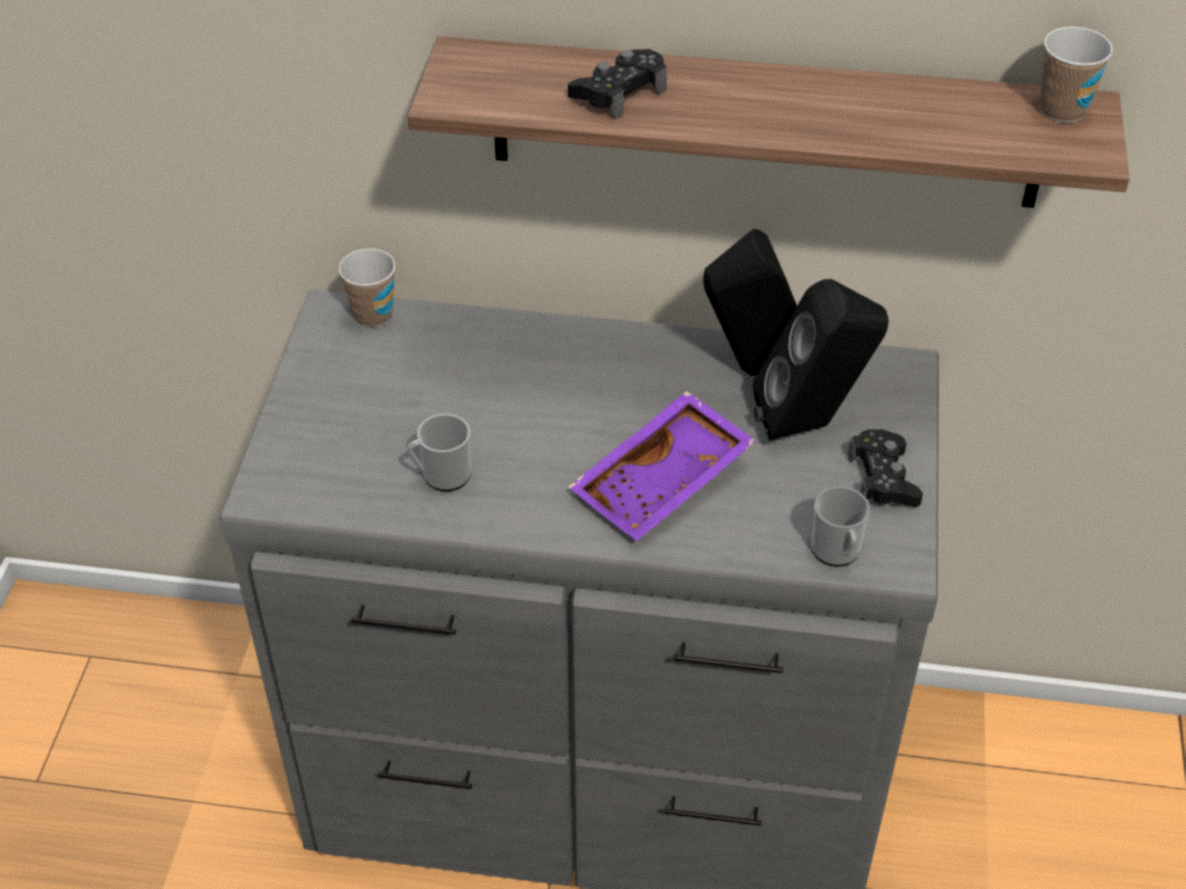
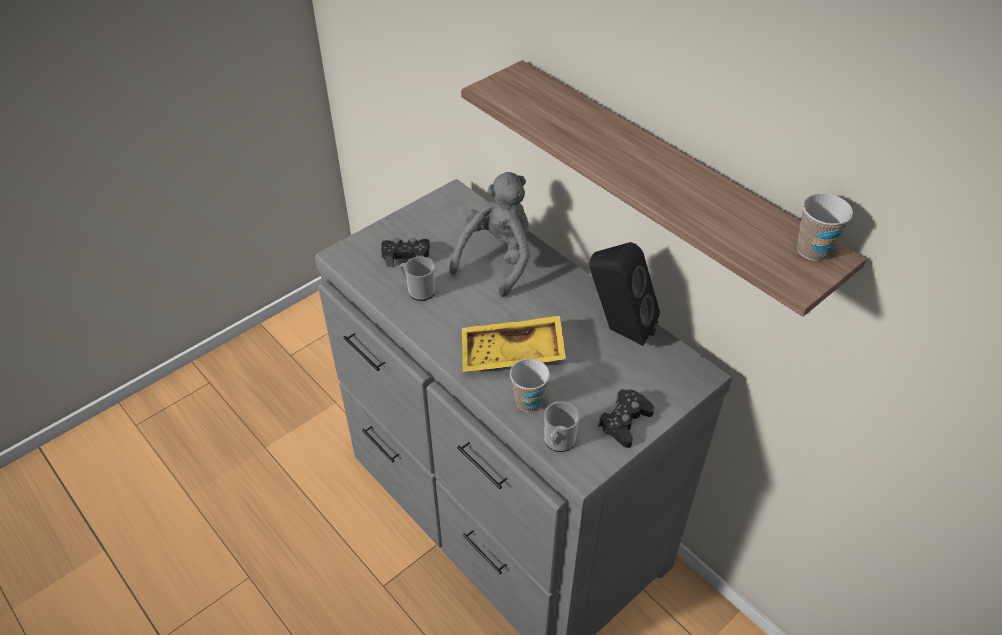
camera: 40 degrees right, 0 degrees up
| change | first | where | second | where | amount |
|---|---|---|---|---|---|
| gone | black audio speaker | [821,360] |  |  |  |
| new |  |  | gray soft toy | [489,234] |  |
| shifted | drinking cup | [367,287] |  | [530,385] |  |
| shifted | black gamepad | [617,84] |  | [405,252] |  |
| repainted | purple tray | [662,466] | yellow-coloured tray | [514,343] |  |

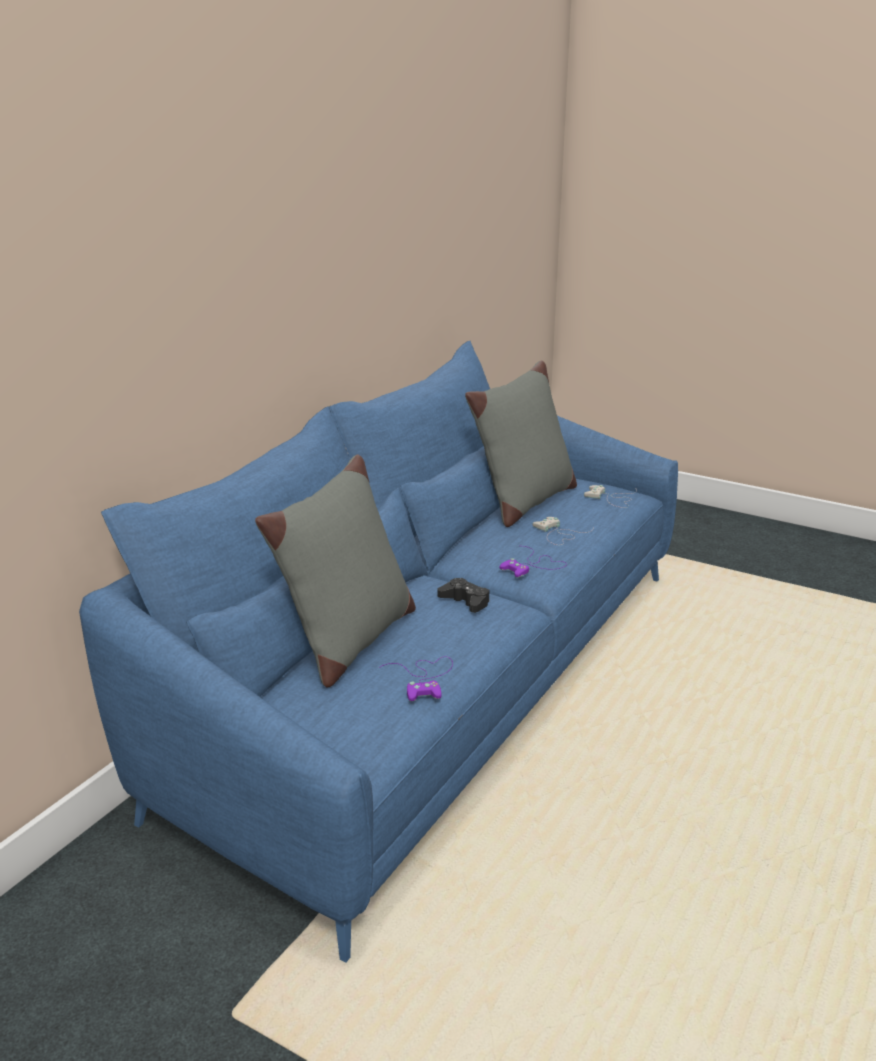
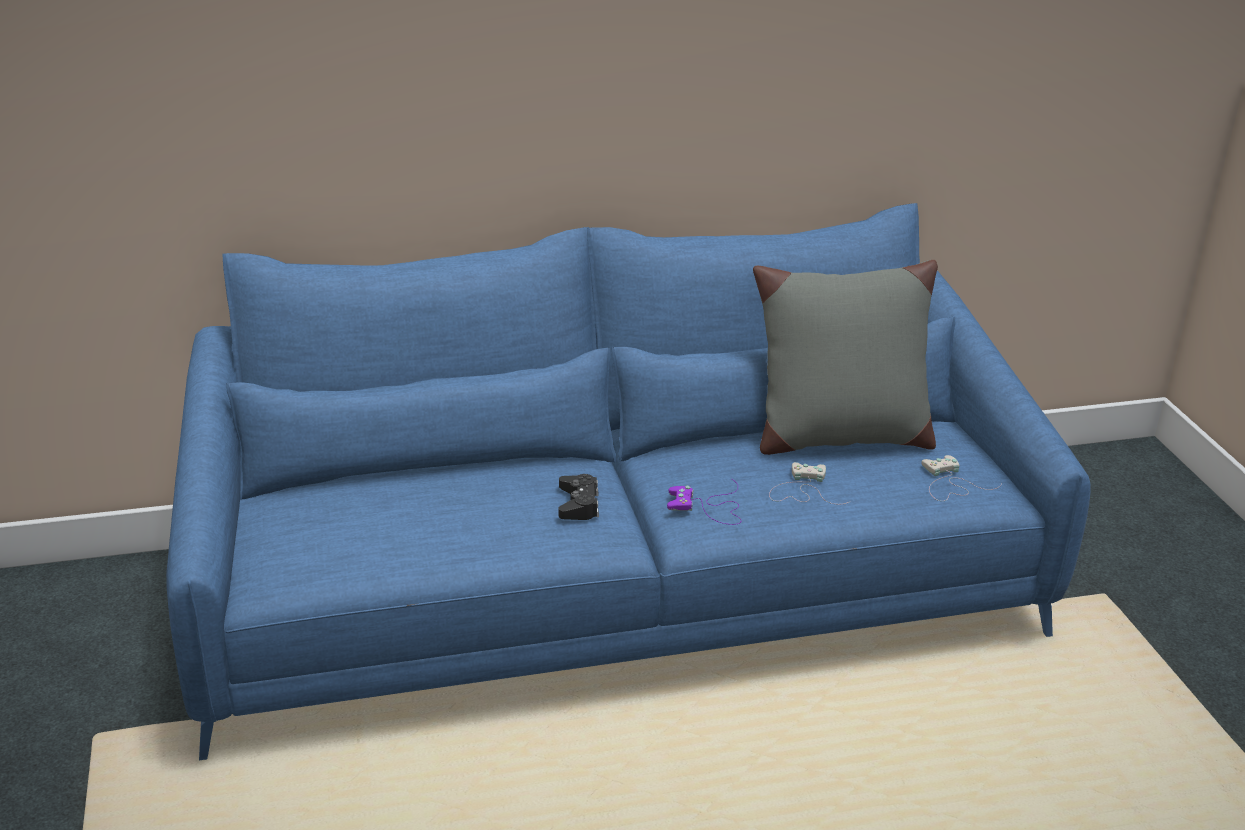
camera: 45 degrees right, 5 degrees up
| change | first | where | second | where | amount |
|---|---|---|---|---|---|
| gone | gray throw pillow | [335,571] |  |  |  |
| gone | purple gamepad | [416,679] |  |  |  |

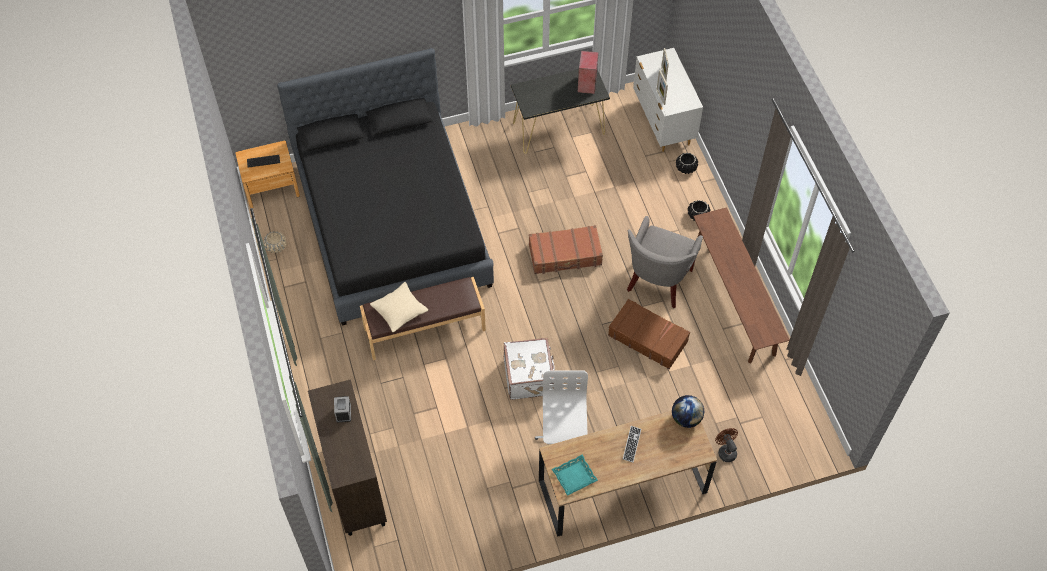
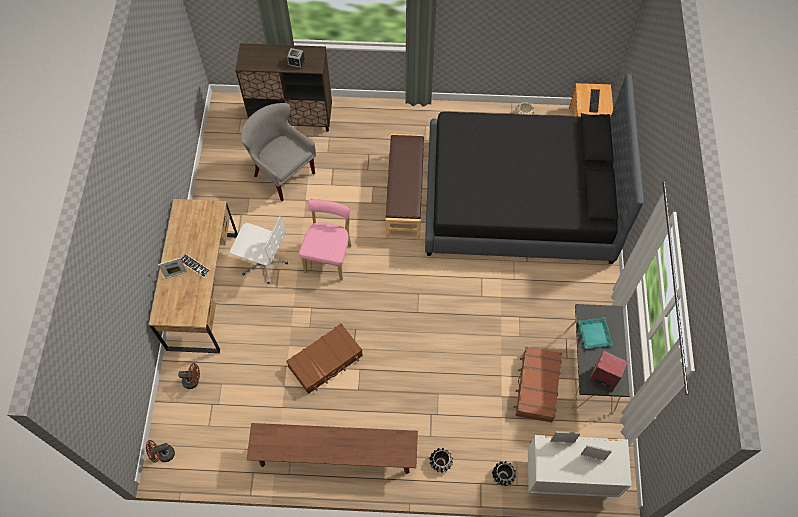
camera: 110 degrees right, 5 degrees up
| change | first | where | second | where | amount |
|---|---|---|---|---|---|
| gone | sand-coloured throw pillow | [399,307] |  |  |  |
| gone | desk globe | [688,411] |  |  |  |
| new |  |  | brown-coloured cooling fan | [160,451] |  |
| new |  |  | picture frame | [172,268] |  |
| shifted | brown-coloured travel case | [566,249] |  | [538,384] |  |
| shifted | turquoise-coloured tray | [575,475] |  | [595,333] |  |
| shifted | gray armchair | [665,262] |  | [278,152] |  |
| swapped | white travel case | [529,369] | pinkish chair | [325,239] |  |

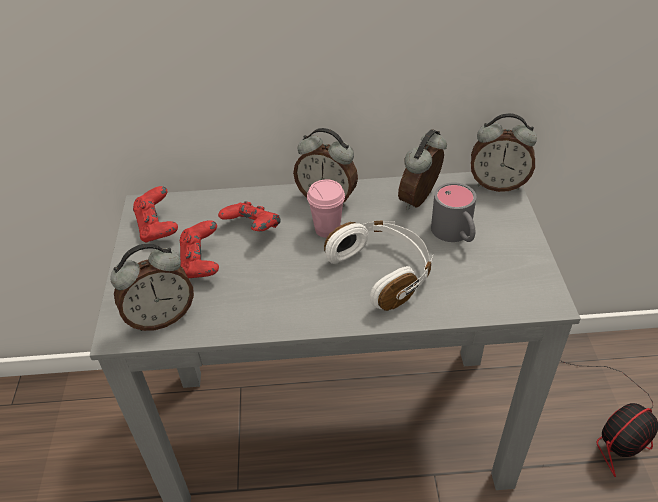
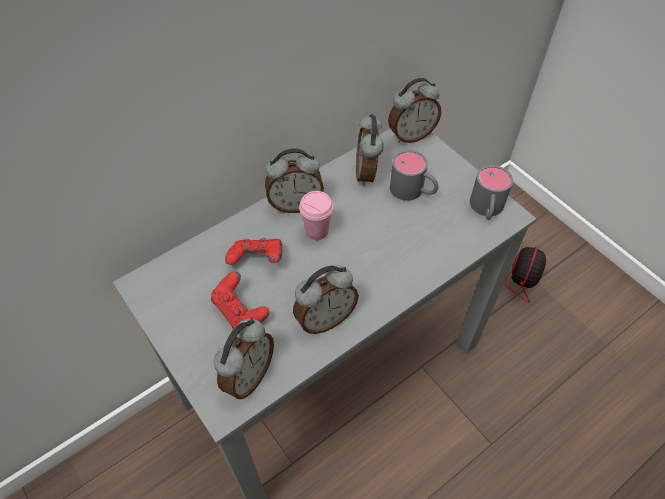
camera: 35 degrees left, 10 degrees up
| change | first | where | second | where | amount |
|---|---|---|---|---|---|
| gone | red-coloured gamepad | [155,214] |  |  |  |
| gone | white pair of headphones | [379,265] |  |  |  |
| new |  |  | alarm clock | [326,299] |  |
| new |  |  | gray tea mug | [491,192] |  |

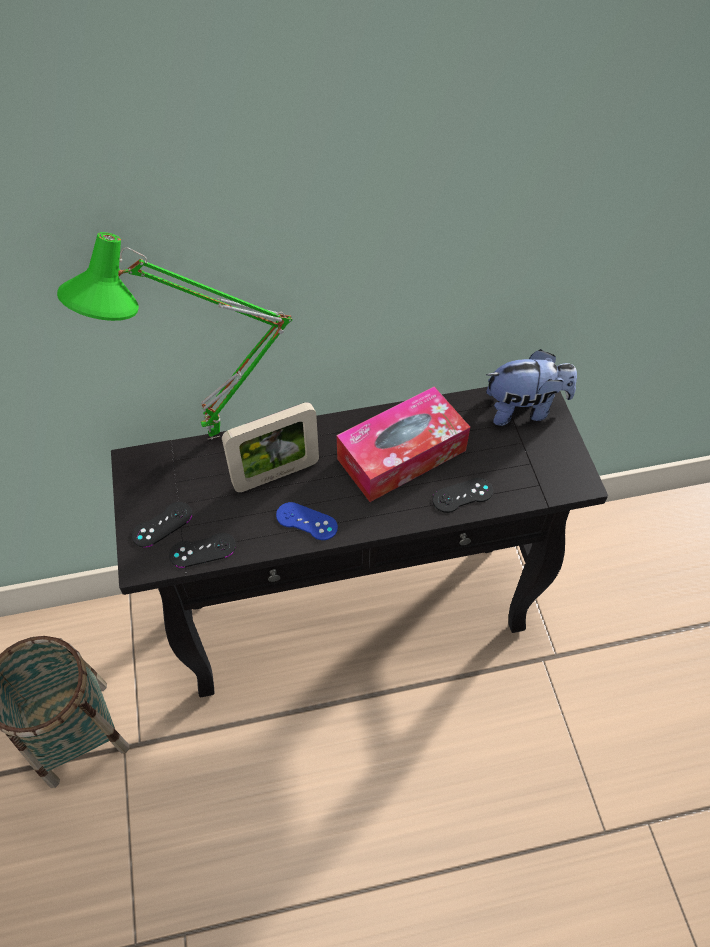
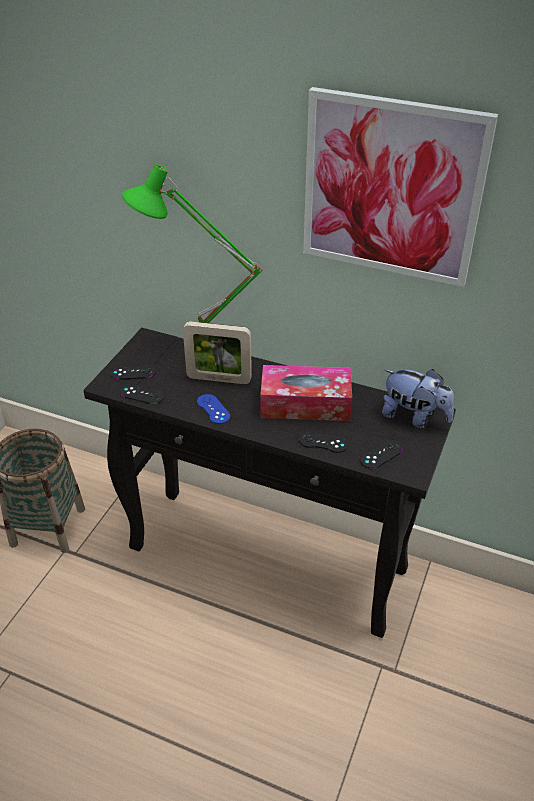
camera: 35 degrees right, 15 degrees down
| change | first | where | second | where | amount |
|---|---|---|---|---|---|
| new |  |  | wall art | [400,187] |  |
| new |  |  | black gamepad | [381,454] |  |

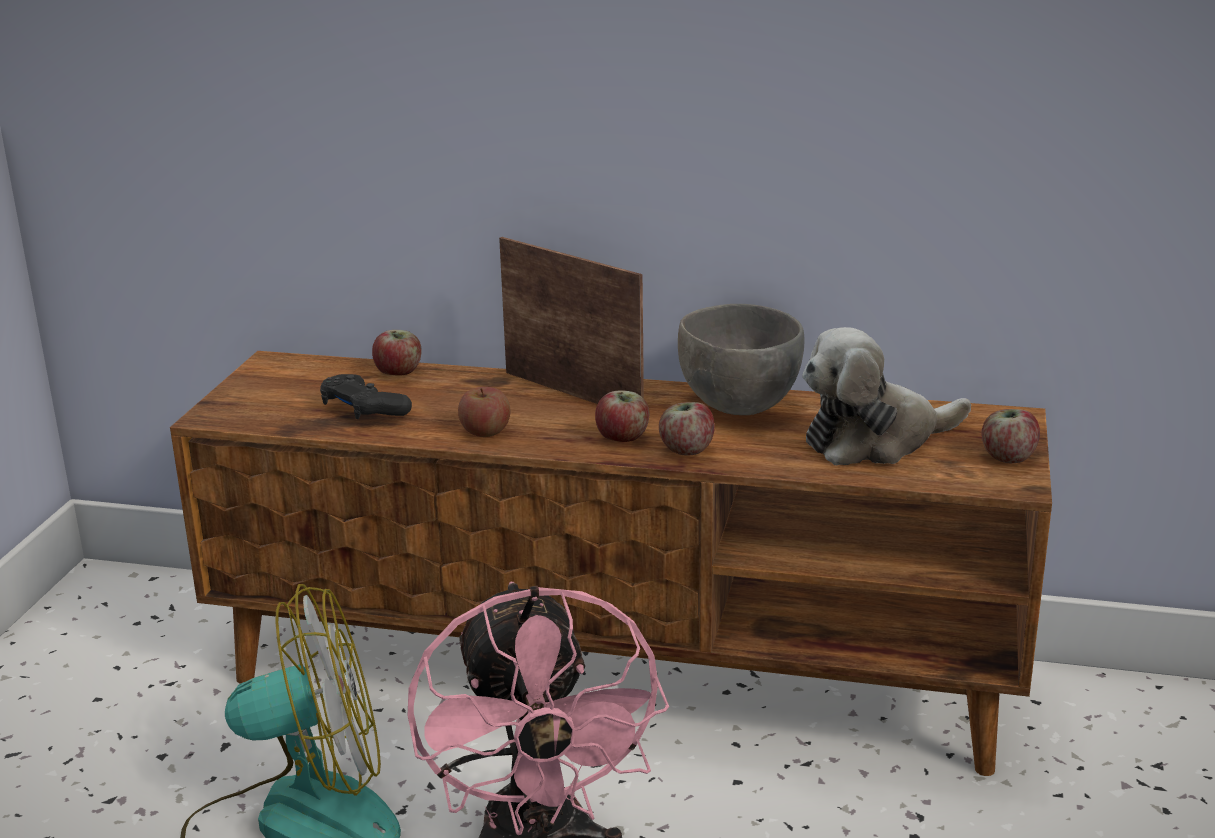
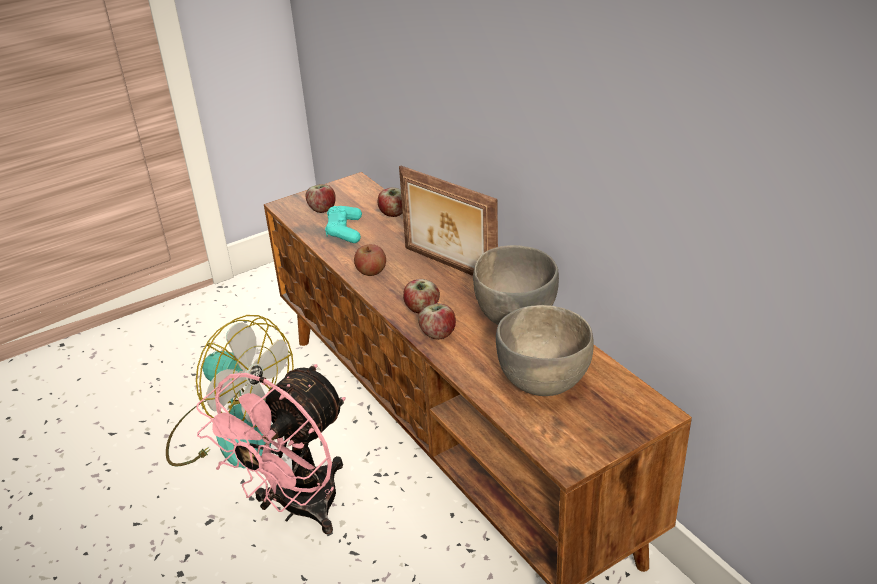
camera: 45 degrees right, 10 degrees up
| change | first | where | second | where | amount |
|---|---|---|---|---|---|
| shifted | whole apple | [1011,436] |  | [321,198] |  |
| swapped | soft toy | [886,396] | gray deep dish | [545,350] |  |
| repainted | black gamepad | [366,396] | turquoise-coloured gamepad | [343,224] |  |
| rotated | picture frame | [571,320] |  | [448,220] | 135 degrees clockwise |

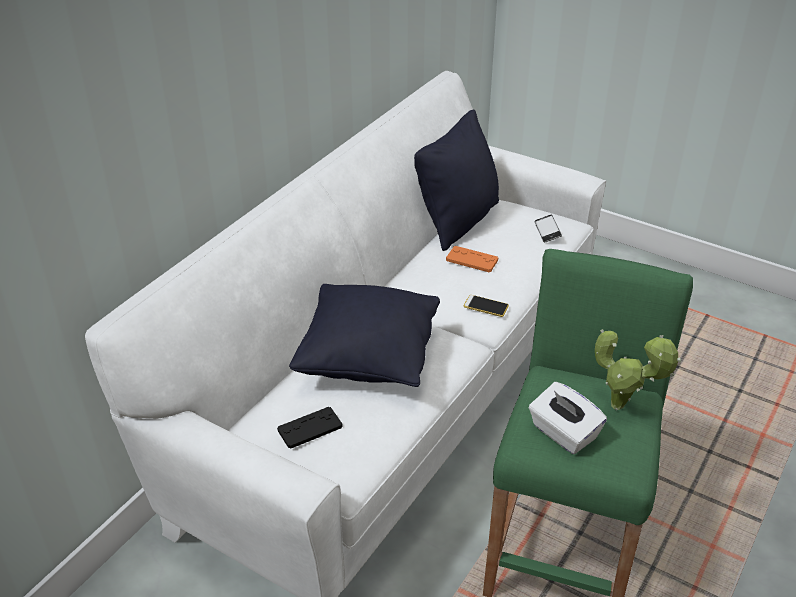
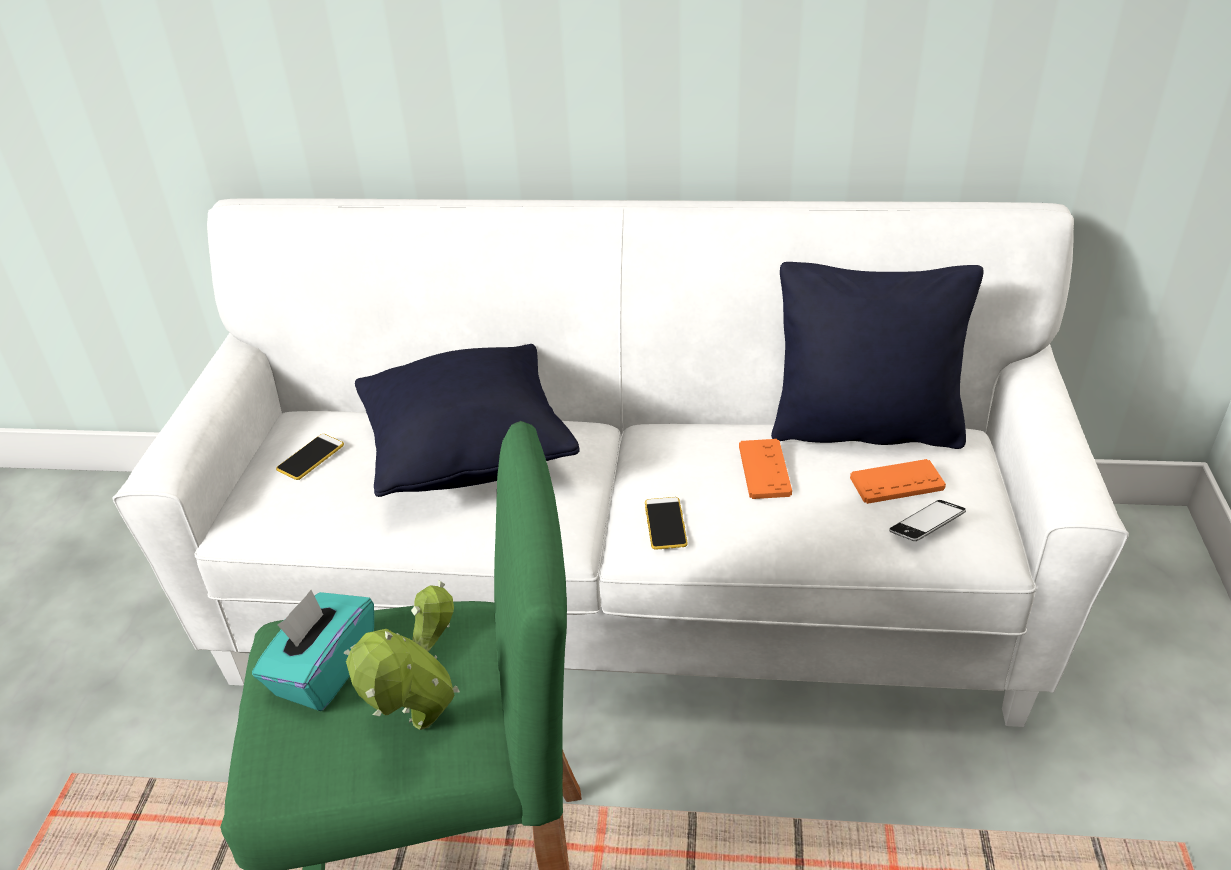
camera: 65 degrees right, 0 degrees up
| change | first | where | second | where | amount |
|---|---|---|---|---|---|
| new |  |  | orangey gamepad | [898,481] |  |
| swapped | black gamepad | [310,428] | handset | [310,457] |  |
| repainted | white box of tissues | [568,418] | turquoise-coloured box of tissues | [313,650] |  |

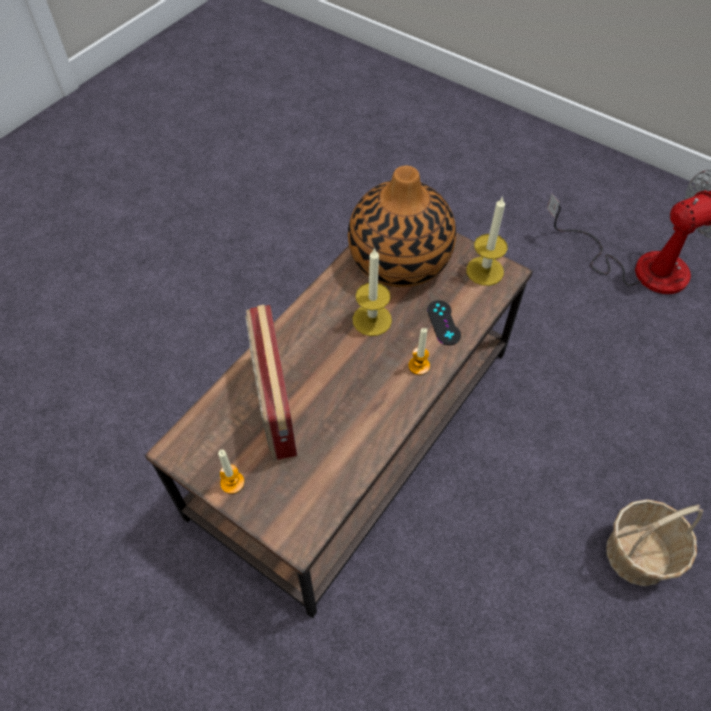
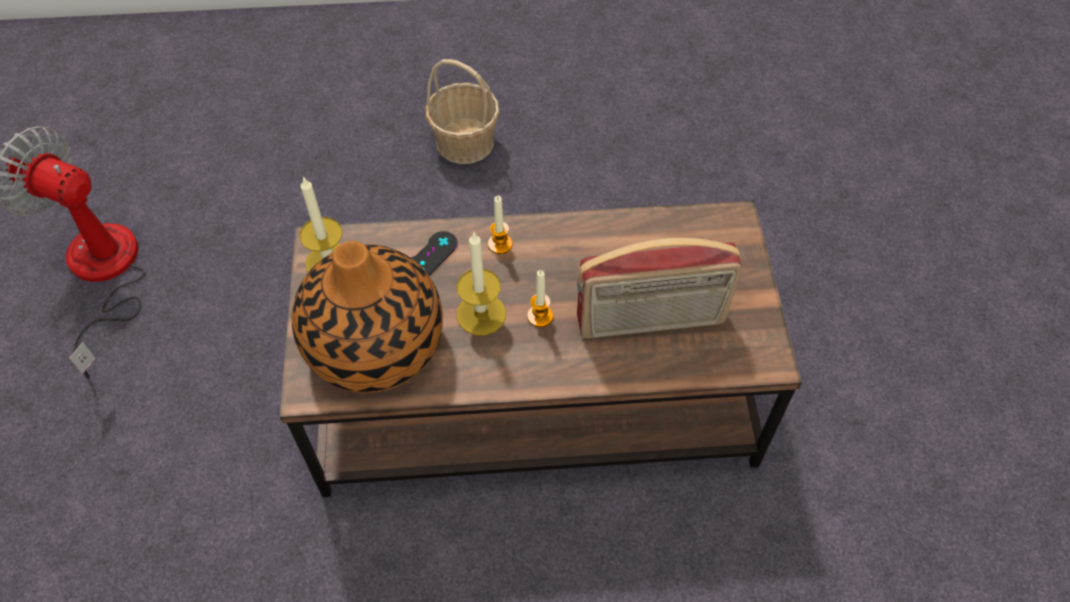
camera: 130 degrees left, 0 degrees up
| change | first | where | second | where | amount |
|---|---|---|---|---|---|
| shifted | wax light | [231,472] |  | [540,298] |  |
| rotated | radio receiver | [271,382] |  | [659,288] | 45 degrees clockwise |

